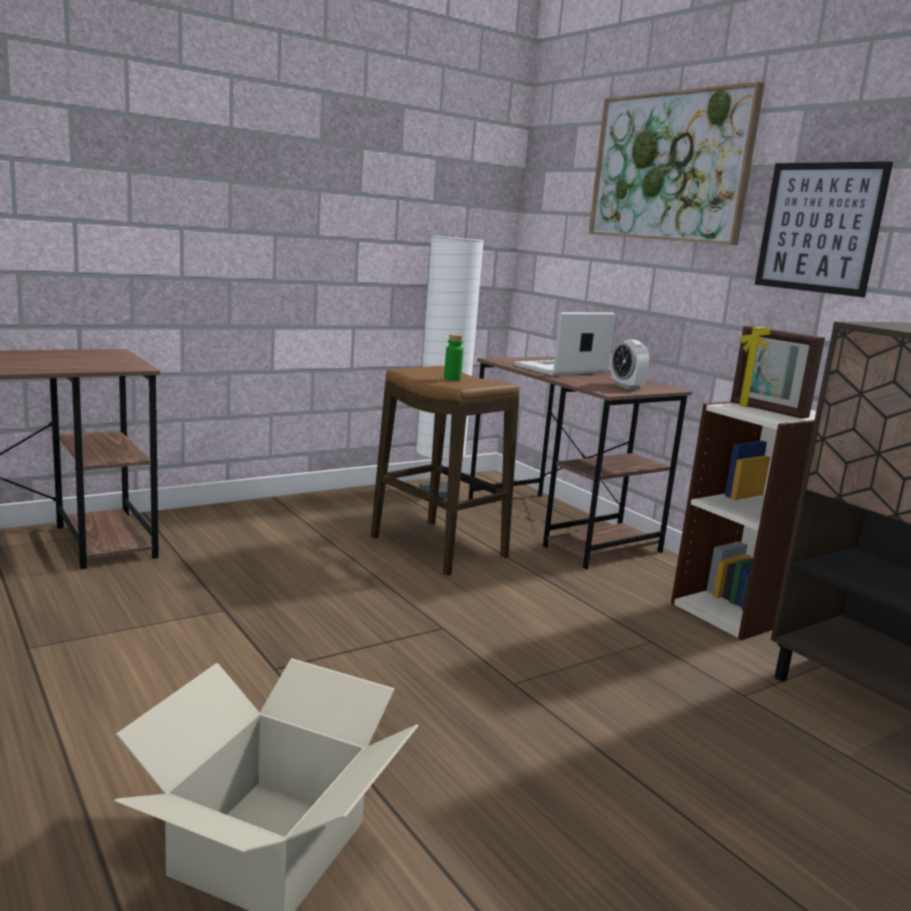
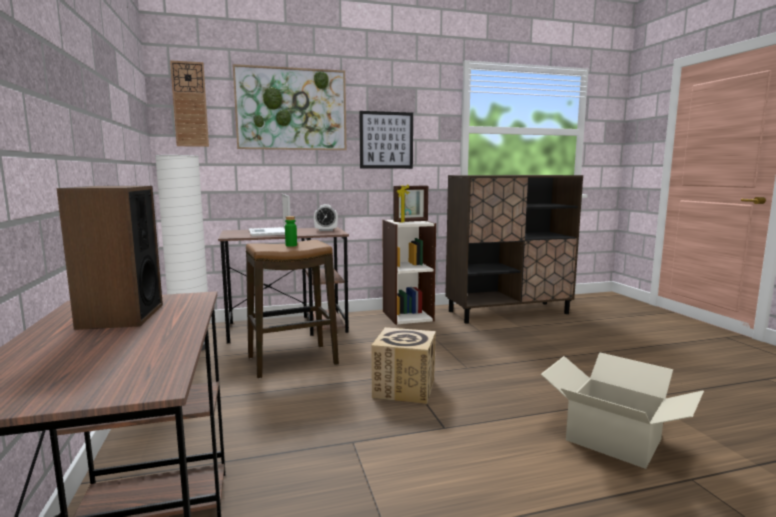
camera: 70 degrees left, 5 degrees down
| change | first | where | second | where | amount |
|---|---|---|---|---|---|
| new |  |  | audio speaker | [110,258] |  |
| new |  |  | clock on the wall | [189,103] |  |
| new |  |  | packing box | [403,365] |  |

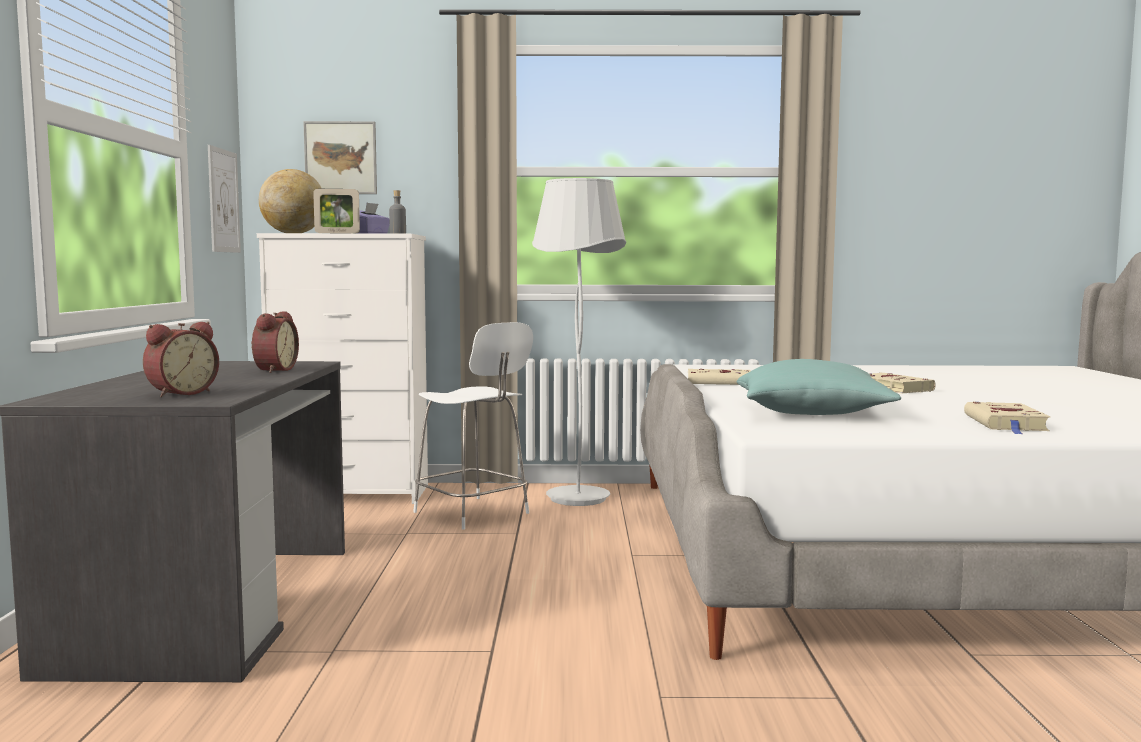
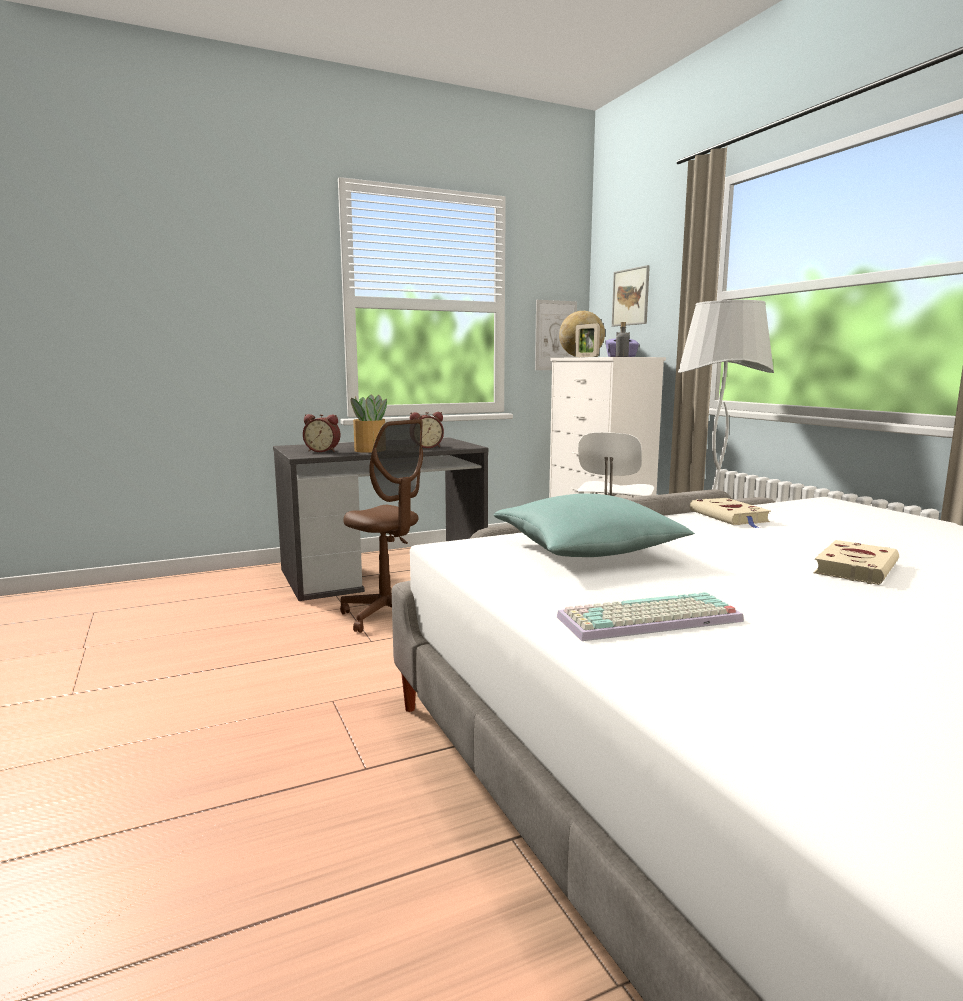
camera: 65 degrees right, 5 degrees up
| change | first | where | second | where | amount |
|---|---|---|---|---|---|
| new |  |  | brown-coloured computer chair | [381,526] |  |
| new |  |  | plant in a pot | [368,423] |  |
| swapped | sand-coloured volume | [1007,418] | keyboard | [650,616] |  |

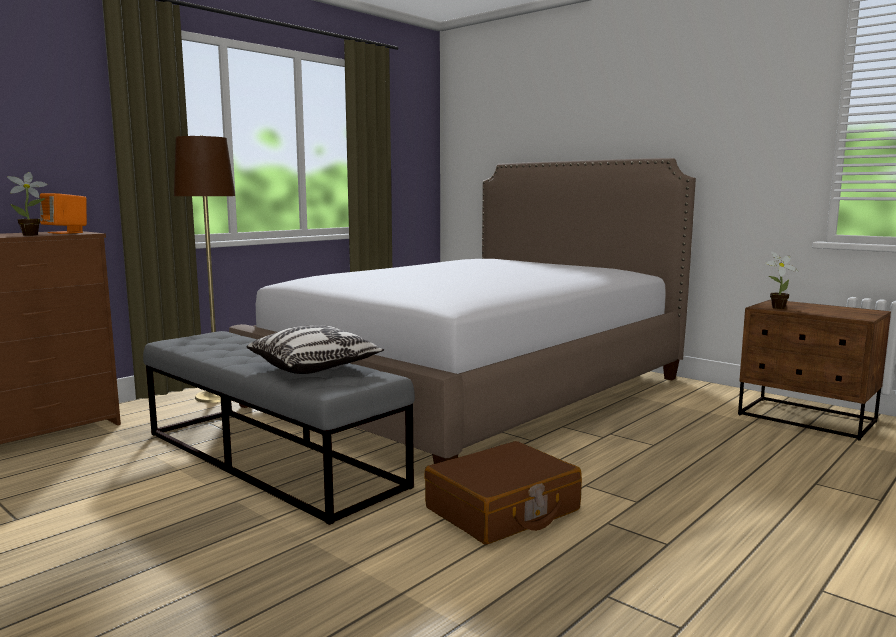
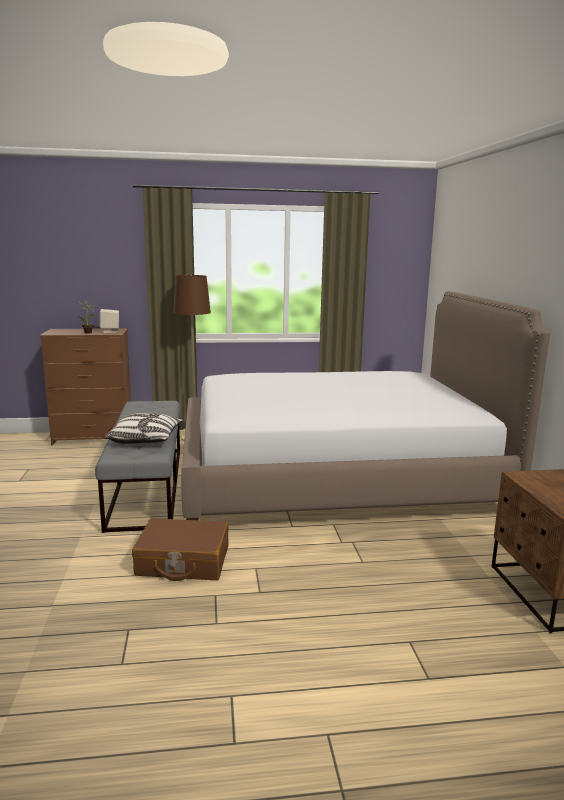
camera: 40 degrees right, 5 degrees up
| change | first | where | second | where | amount |
|---|---|---|---|---|---|
| gone | plant in a pot | [782,280] |  |  |  |
| repainted | orangey audio speaker | [63,213] | sand-coloured audio speaker | [109,321] |  |

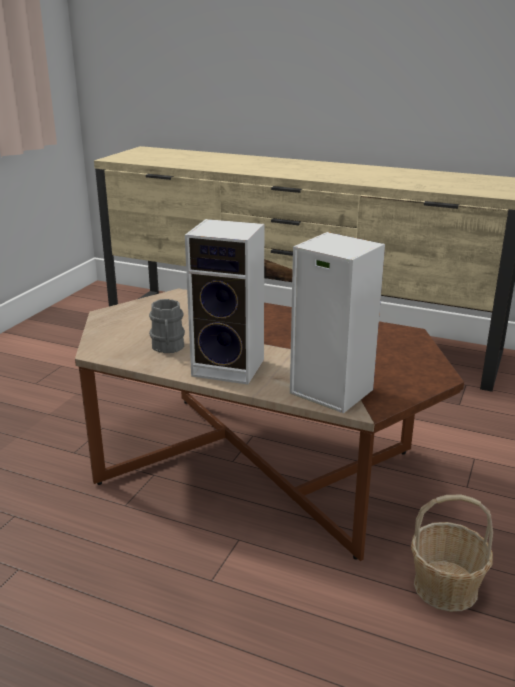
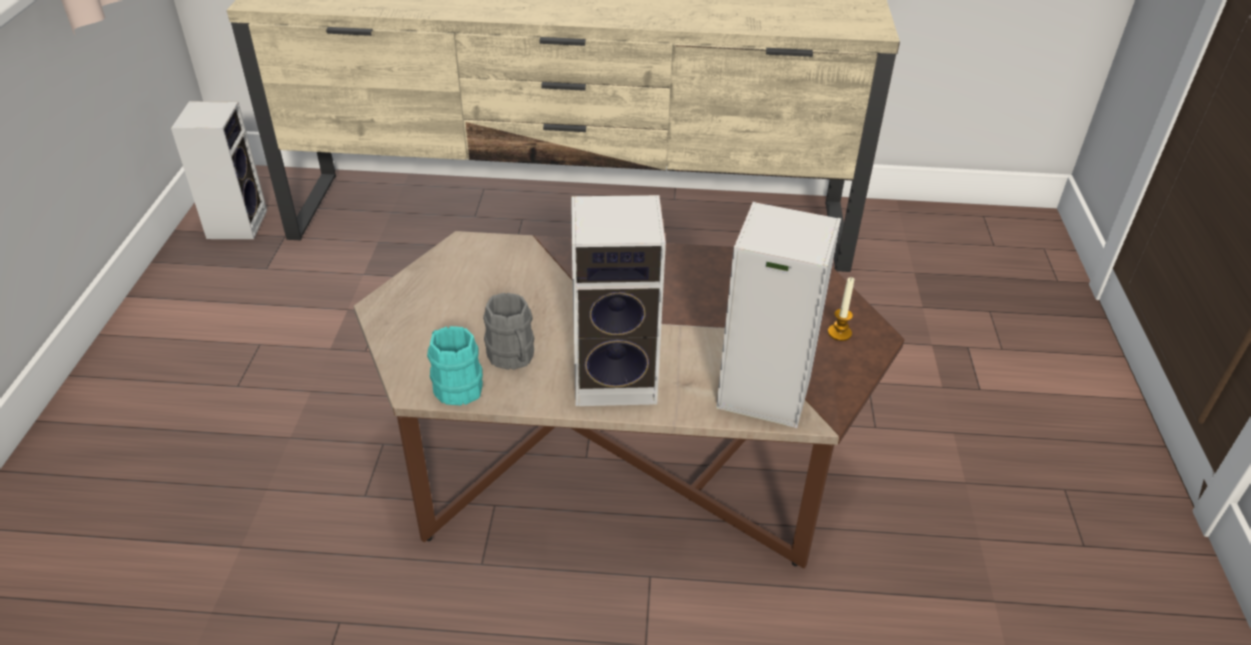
camera: 20 degrees left, 15 degrees up
| change | first | where | second | where | amount |
|---|---|---|---|---|---|
| gone | basket | [452,553] |  |  |  |
| new |  |  | audio speaker | [219,170] |  |
| new |  |  | turquoise-coloured tea mug | [455,365] |  |
| new |  |  | wax light | [841,309] |  |

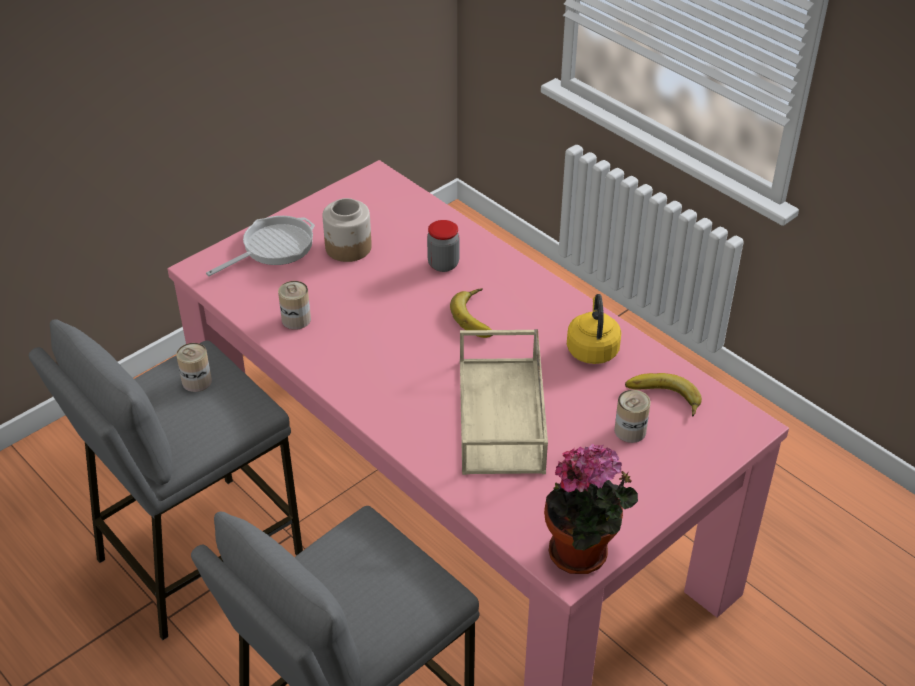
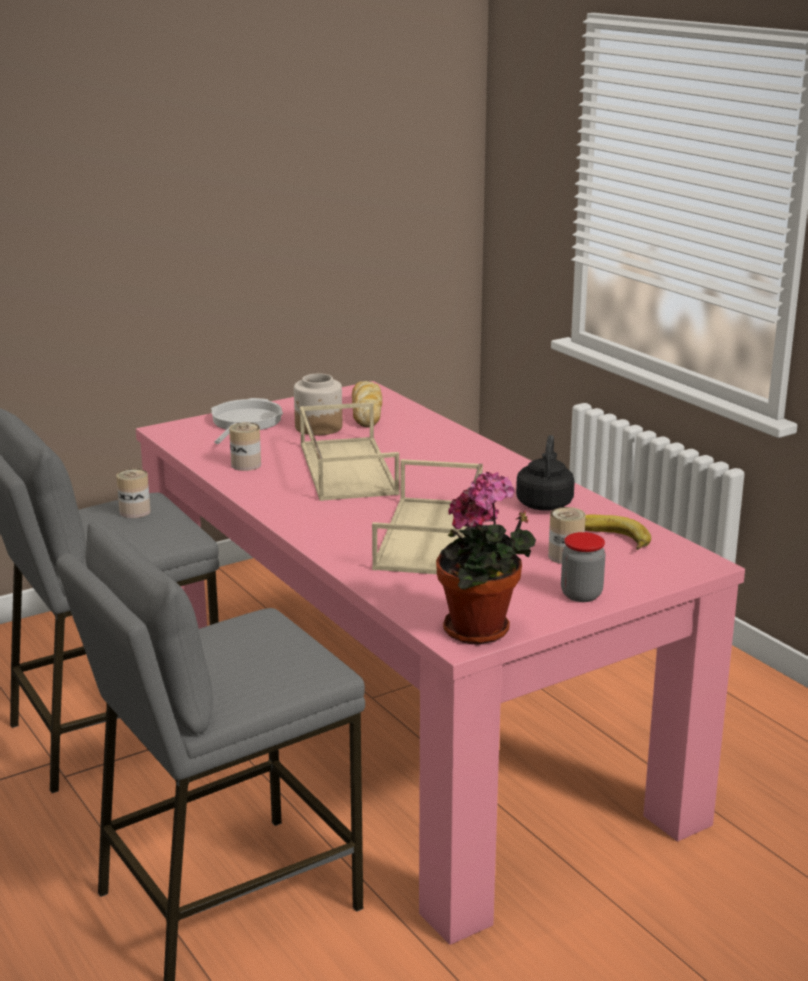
camera: 10 degrees right, 20 degrees down
| change | first | where | second | where | amount |
|---|---|---|---|---|---|
| gone | banana fruit | [471,313] |  |  |  |
| new |  |  | sand-coloured tray | [350,451] |  |
| new |  |  | bakery bread | [367,404] |  |
| shifted | storage jar | [443,246] |  | [583,567] |  |
| repainted | yellow-coloured water kettle | [594,329] | black water kettle | [545,473] |  |
| rotated | frying pan | [260,246] |  | [247,421] | 45 degrees counterclockwise |

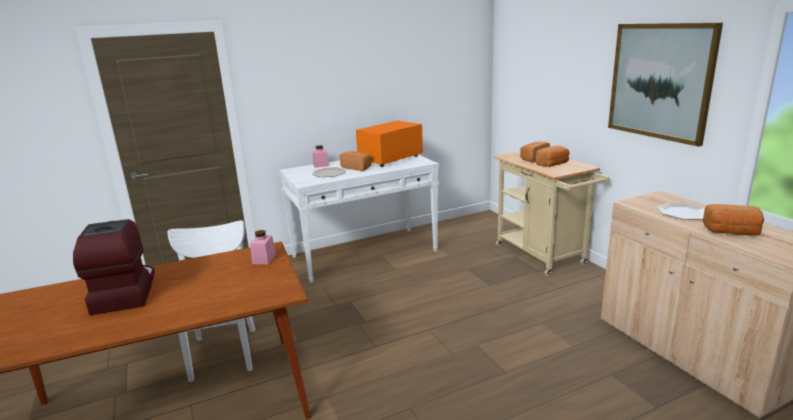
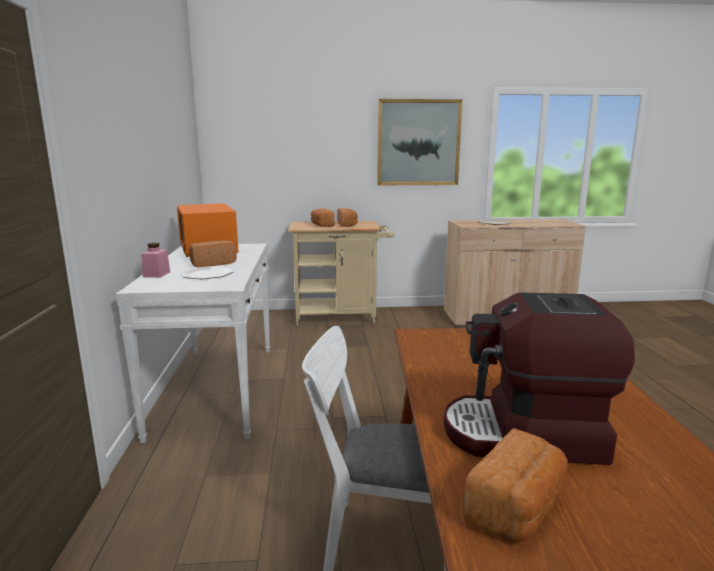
camera: 70 degrees left, 5 degrees down
| change | first | where | second | where | amount |
|---|---|---|---|---|---|
| gone | pinkish storage jar | [263,247] |  |  |  |
| shifted | bakery bread | [733,220] |  | [515,485] |  |

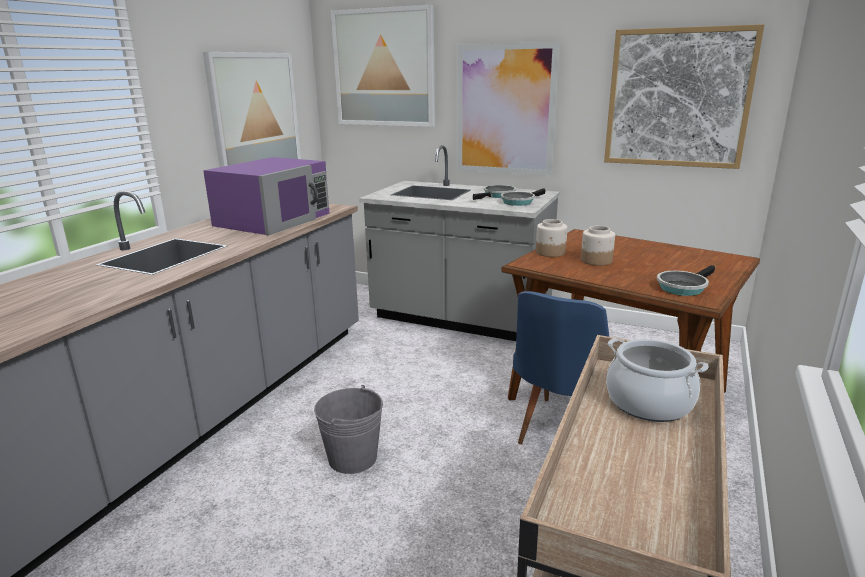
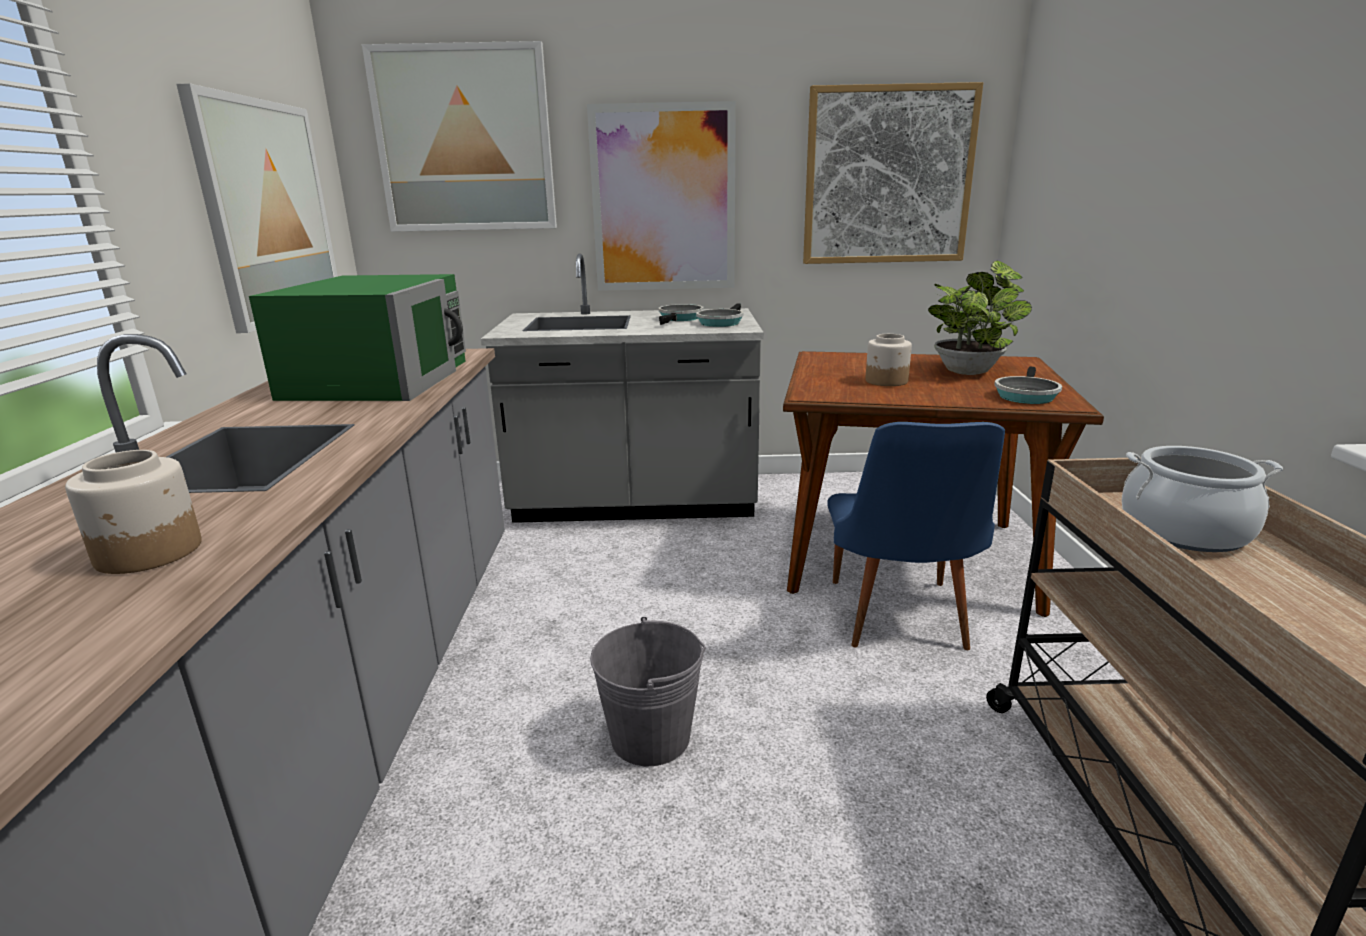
camera: 25 degrees left, 0 degrees up
| change | first | where | second | where | amount |
|---|---|---|---|---|---|
| new |  |  | plant in a pot | [980,318] |  |
| shifted | storage jar | [552,238] |  | [133,512] |  |
| repainted | purple microwave oven | [266,196] | greenish microwave oven | [357,337] |  |

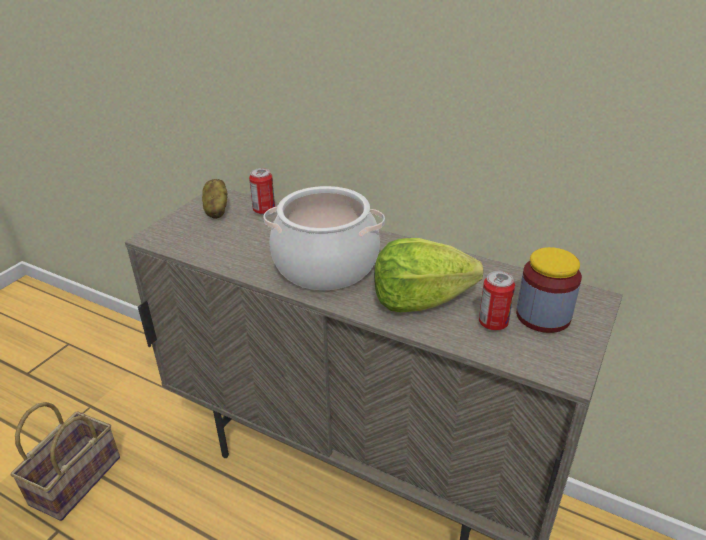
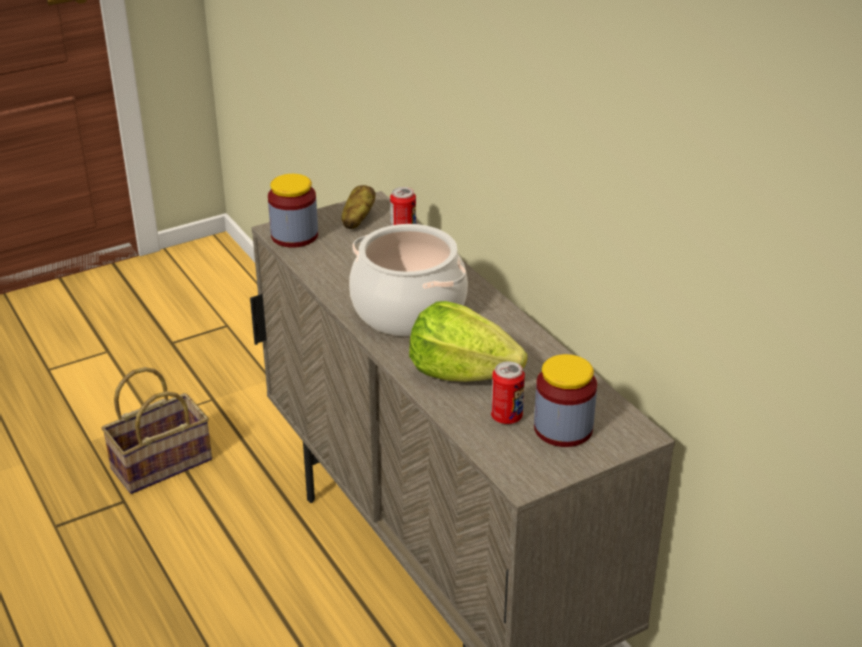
camera: 30 degrees right, 0 degrees up
| change | first | where | second | where | amount |
|---|---|---|---|---|---|
| new |  |  | storage jar | [293,211] |  |

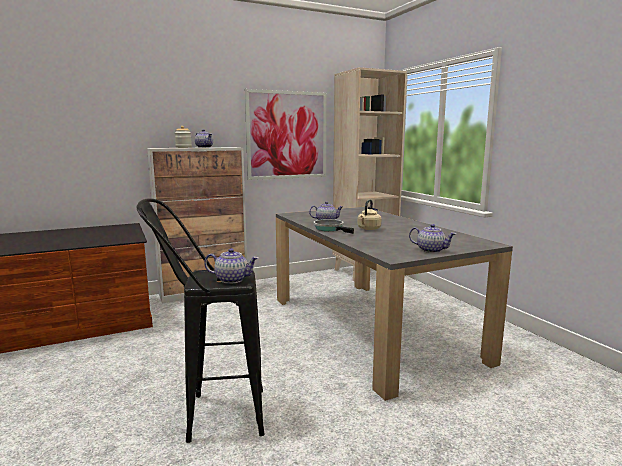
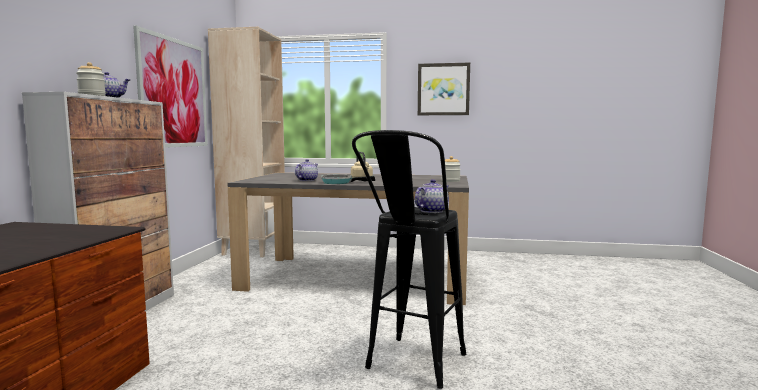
camera: 55 degrees left, 5 degrees down
| change | first | where | second | where | amount |
|---|---|---|---|---|---|
| new |  |  | wall art | [444,89] |  |
| swapped | teapot | [432,238] | storage jar | [451,169] |  |

